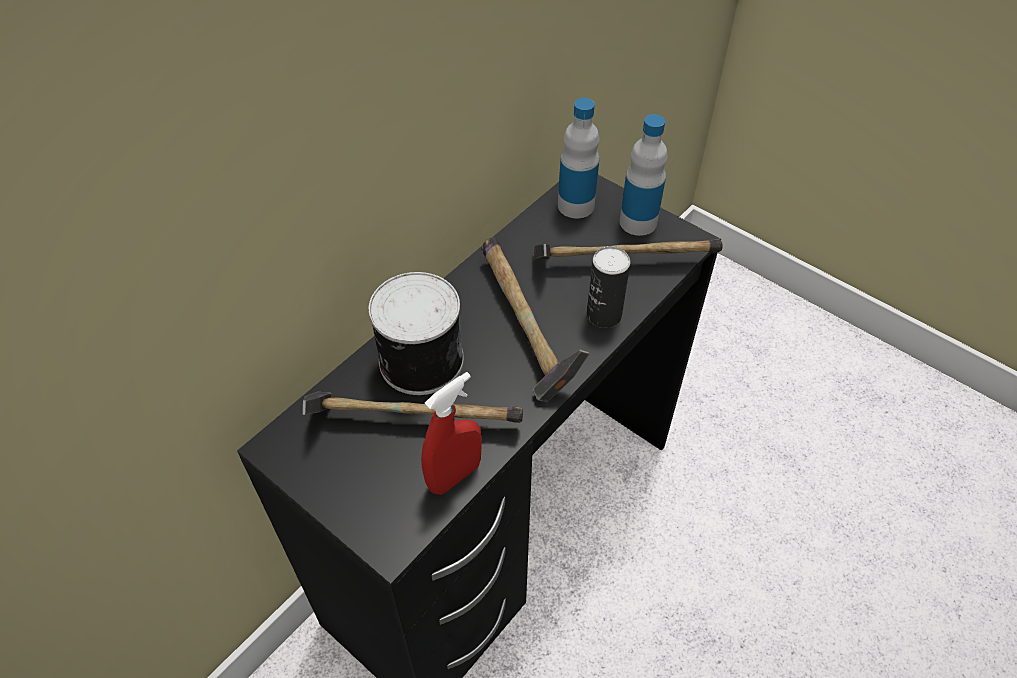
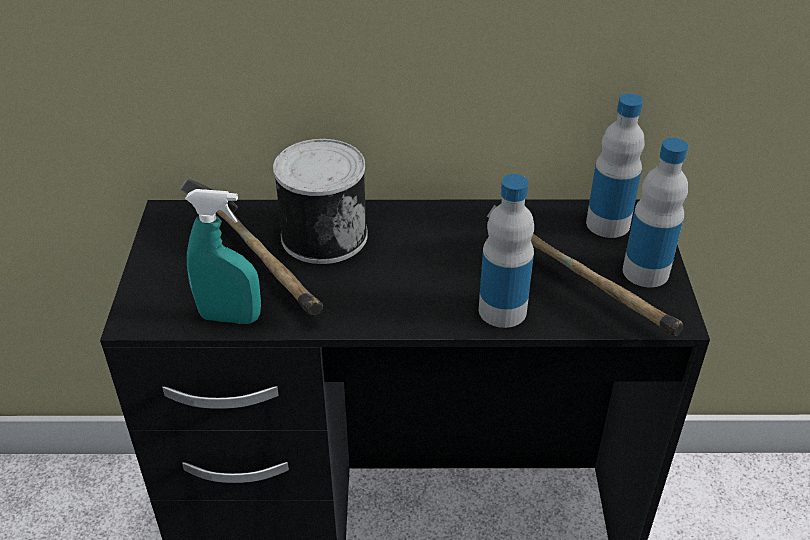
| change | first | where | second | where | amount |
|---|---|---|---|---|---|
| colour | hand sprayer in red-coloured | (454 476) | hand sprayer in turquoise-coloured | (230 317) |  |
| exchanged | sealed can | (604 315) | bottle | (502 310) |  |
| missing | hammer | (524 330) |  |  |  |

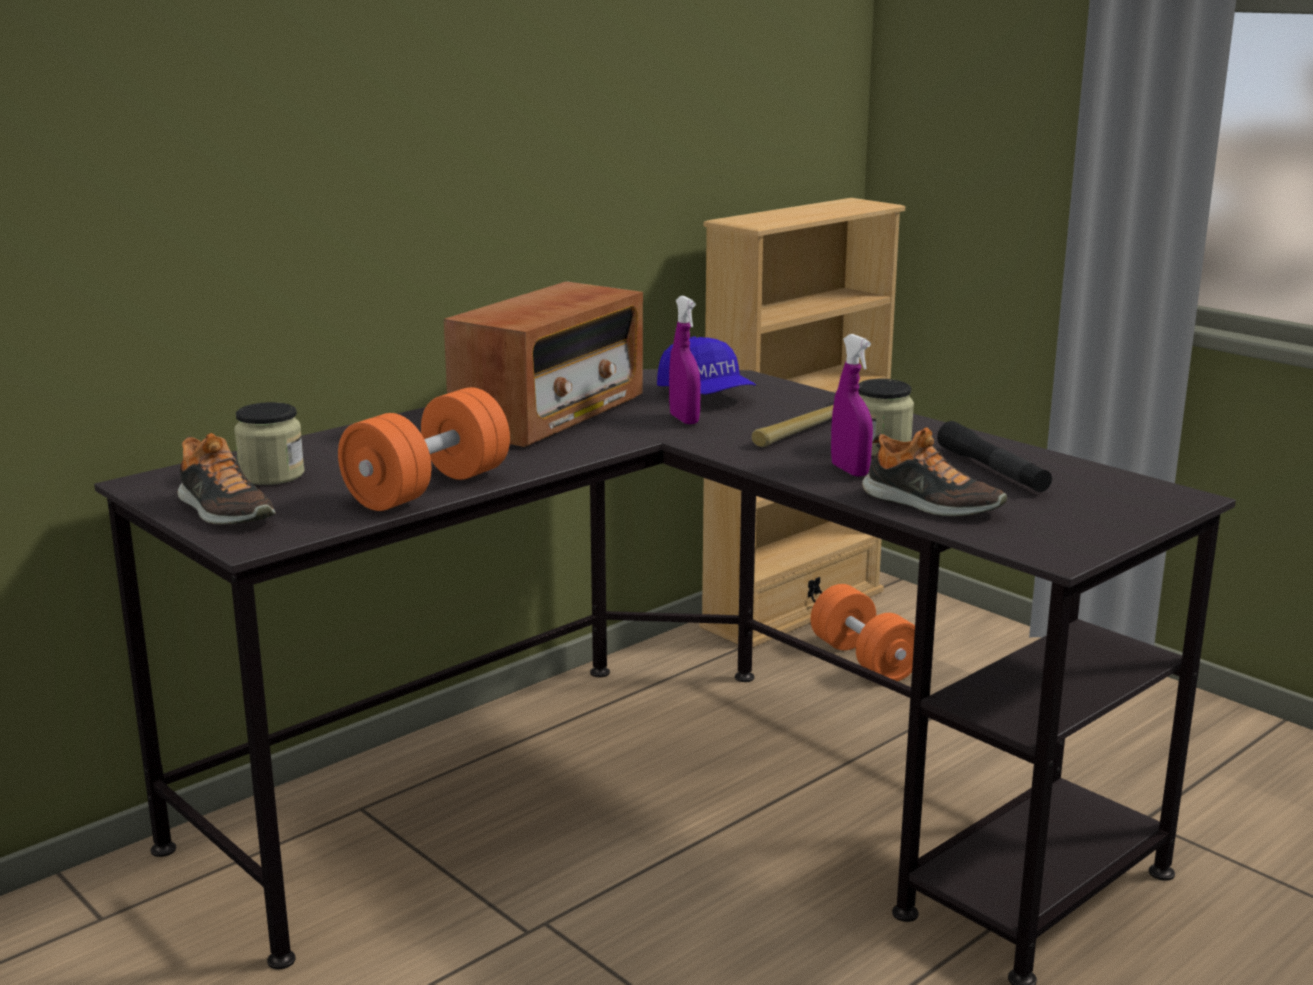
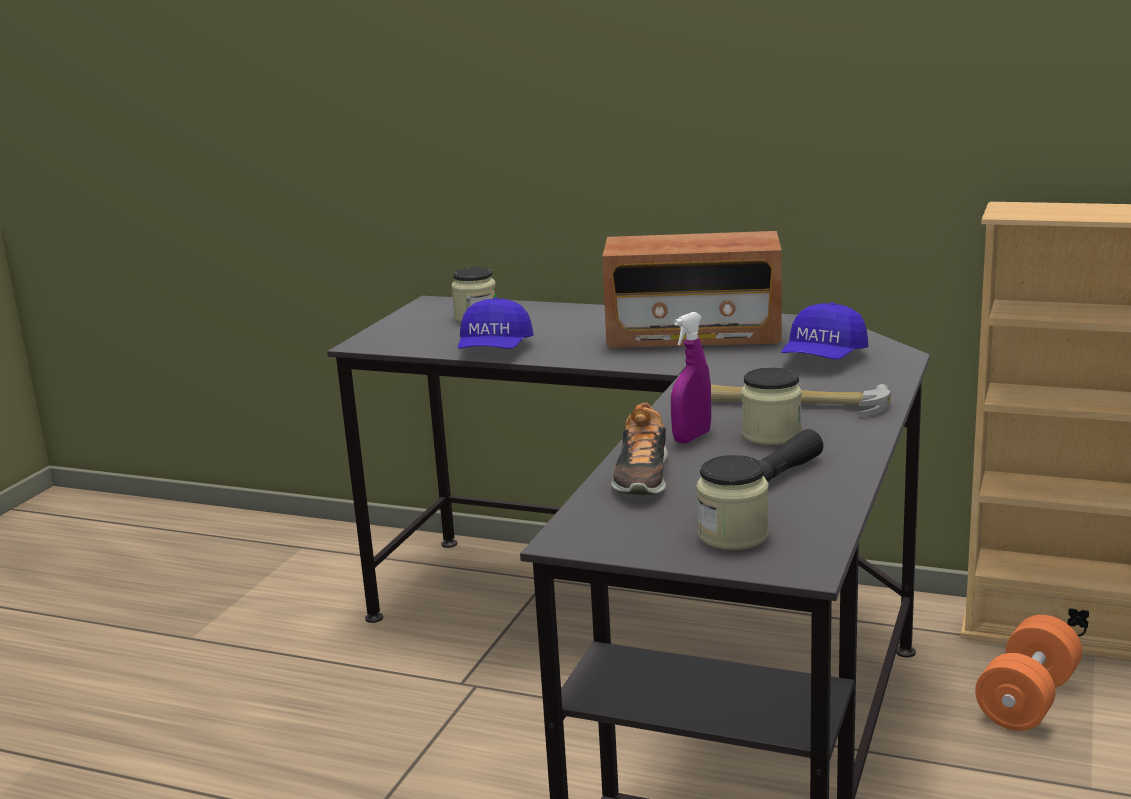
| change | first | where | second | where | amount |
|---|---|---|---|---|---|
| exchanged | hand weight in orangey | (428 488) | baseball cap in blue | (494 350) |  |
| appeared |  |  | storage jar | (733 535) |  |
| missing | item of footwear | (224 511) |  |  |  |
| missing | hand sprayer in purple-coloured | (684 419) |  |  |  |

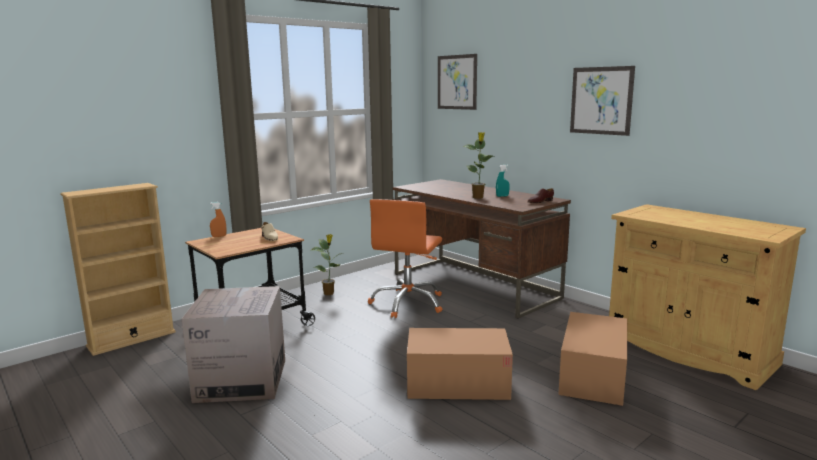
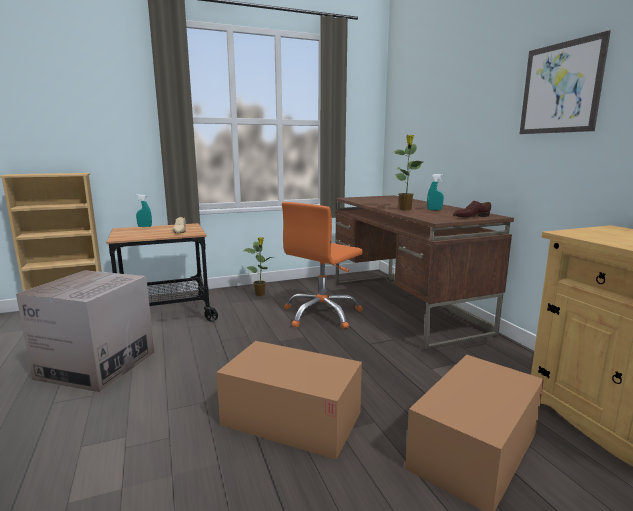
| change | first | where | second | where | amount |
|---|---|---|---|---|---|
| colour | hand sprayer in orangey | (219 236) | hand sprayer in turquoise-coloured | (145 226) |  |
| missing | picture | (457 82) |  |  |  |

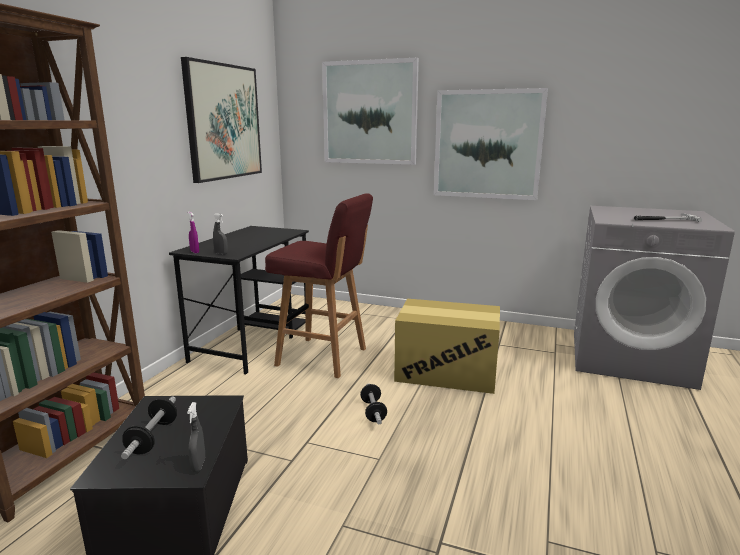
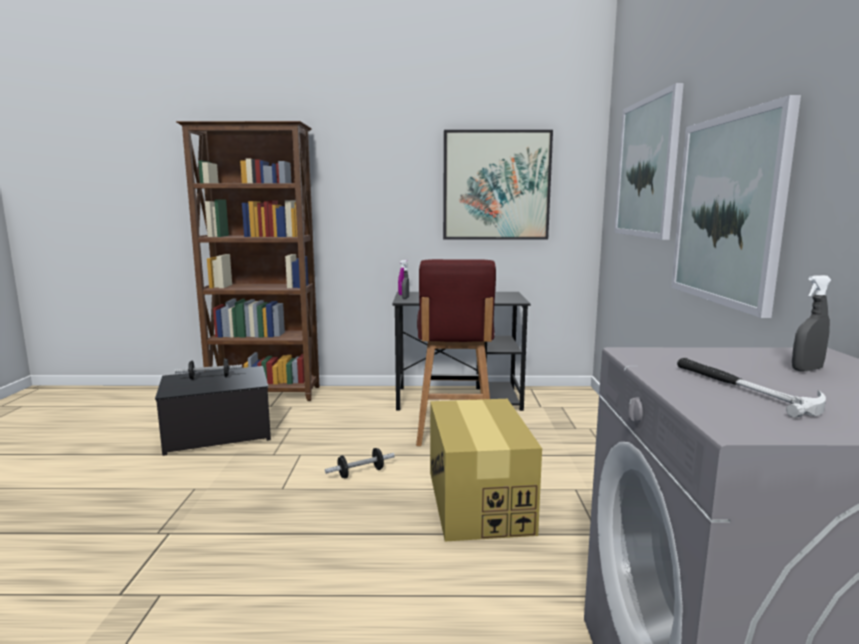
| change | first | where | second | where | amount |
|---|---|---|---|---|---|
| relocated | hand sprayer in gray | (198 465) |  | (806 369) |  |

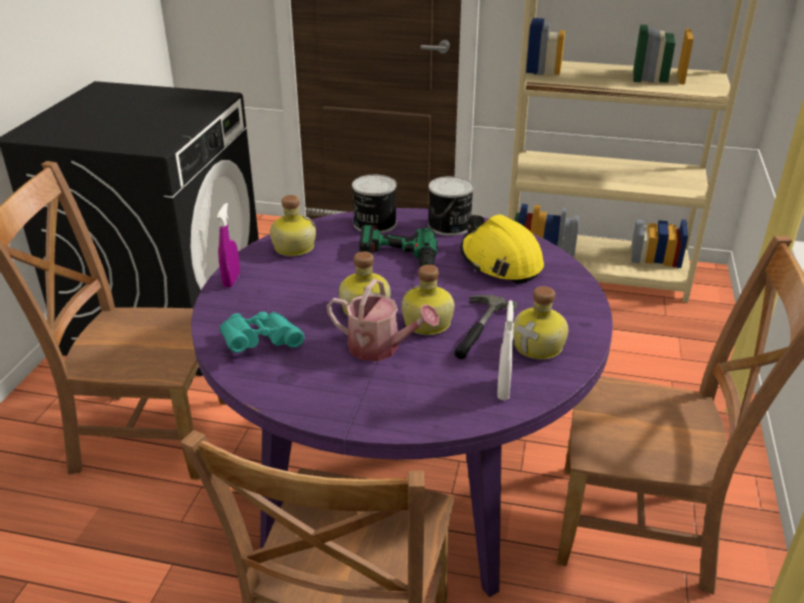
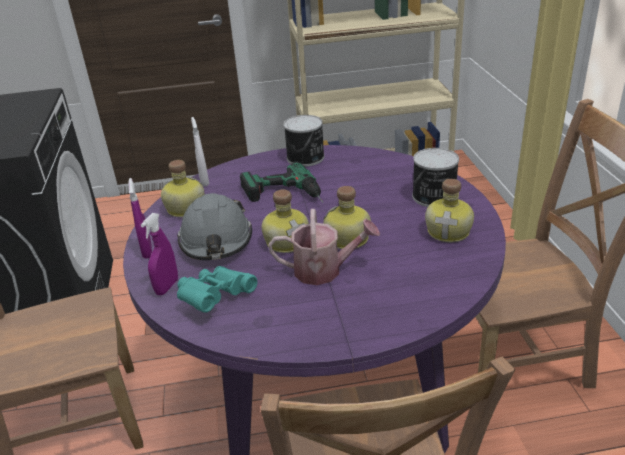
| change | first | where | second | where | amount |
|---|---|---|---|---|---|
| appeared |  |  | hand sprayer in purple-coloured | (167 287) |  |
| appeared |  |  | hard hat in gray | (216 240) |  |
| relocated | hand sprayer in white-coloured | (503 389) |  | (204 181) |  |
| relocated | sealed can | (374 224) |  | (433 197) |  |
| missing | hammer | (477 329) |  |  |  |
| missing | hard hat in yellow | (500 262) |  |  |  |

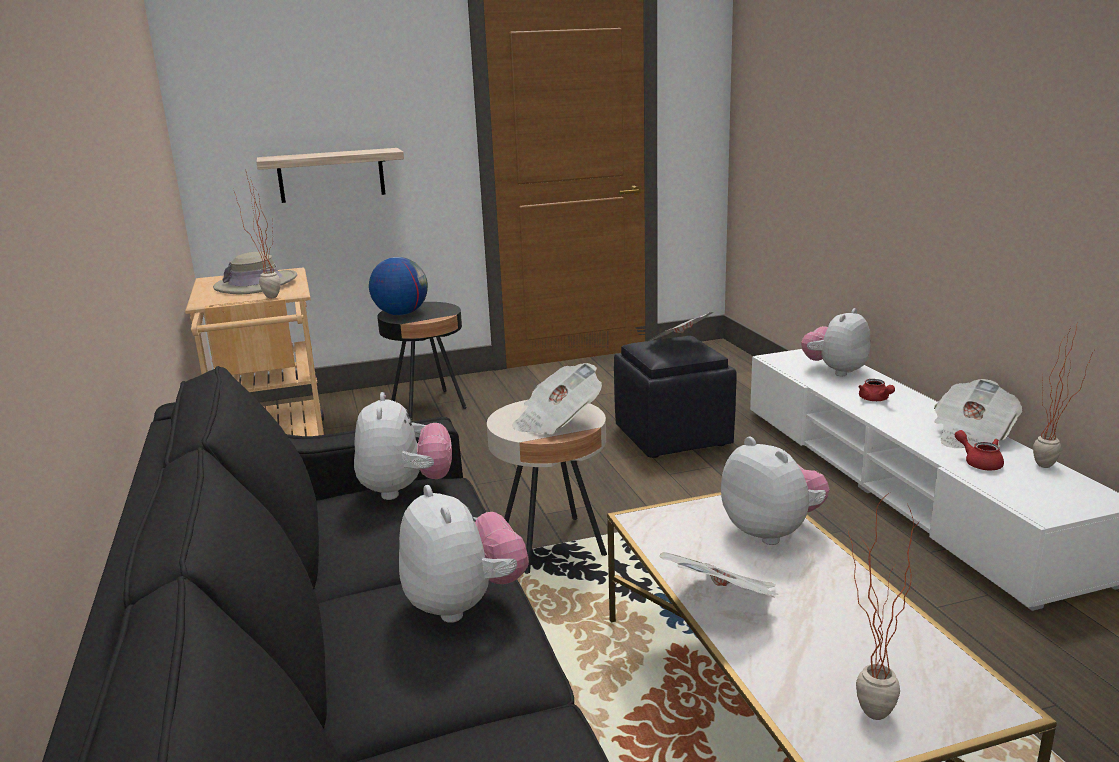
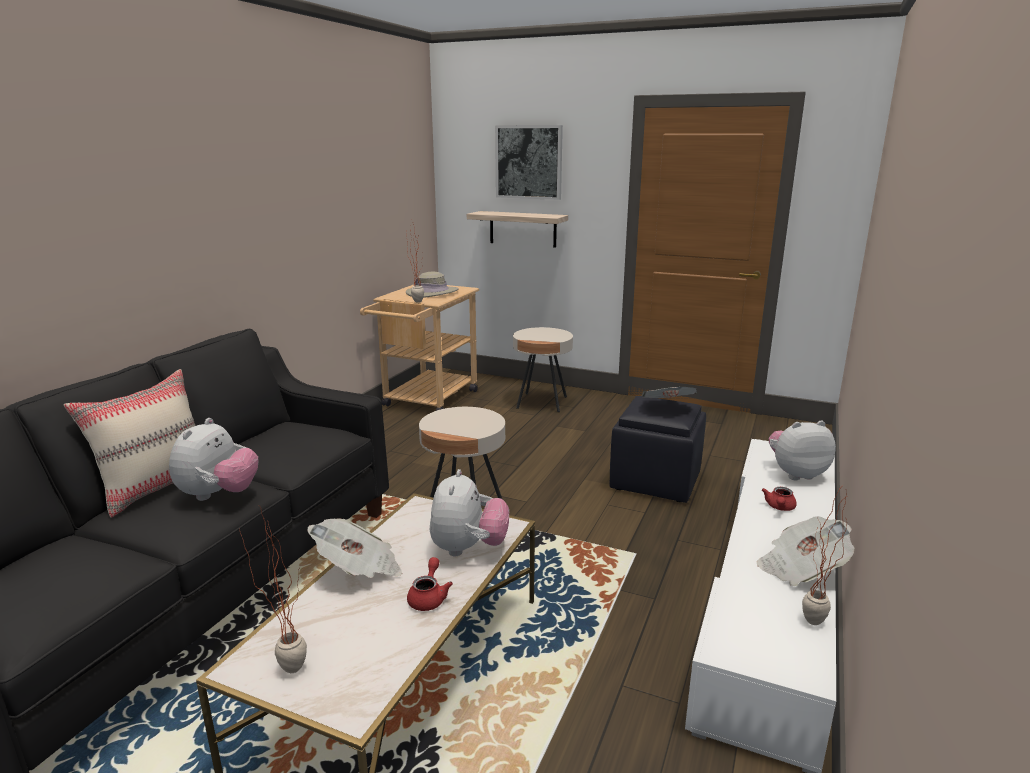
| change | first | where | second | where | amount |
|---|---|---|---|---|---|
| appeared |  |  | throw pillow in sand-coloured | (157 487) |  |
| relocated | tea pot in red-coloured | (979 463) |  | (429 597) |  |
| appeared |  |  | picture | (529 162) |  |
| colour | side table in black | (428 405) | side table in sand-coloured | (542 402) |  |
| missing | soft toy | (405 490) |  |  |  |
| missing | globe | (401 314) |  |  |  |
| missing | printed paper | (556 422) |  |  |  |

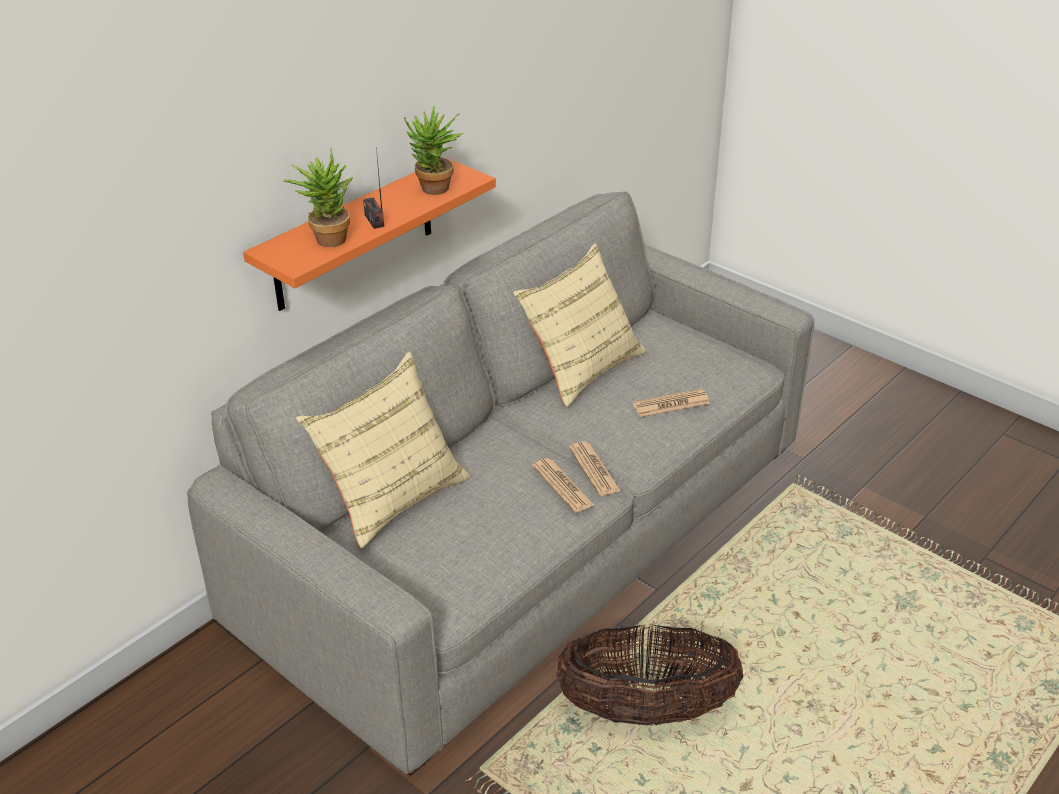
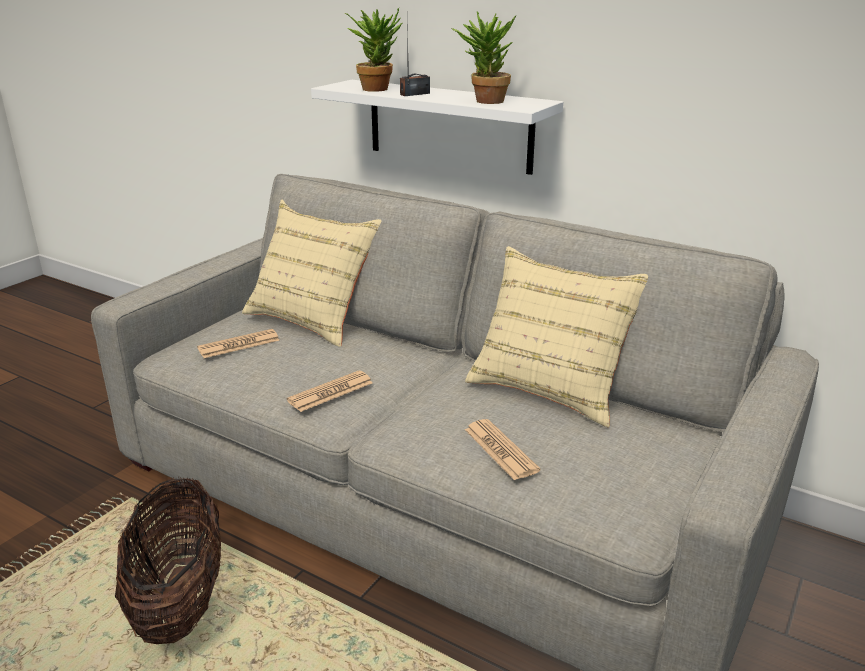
| change | first | where | second | where | amount |
|---|---|---|---|---|---|
| relocated | printed paper | (594 469) |  | (239 344) |  |
| colour | shelf in orangey | (354 236) | shelf in white-coloured | (449 126) |  |

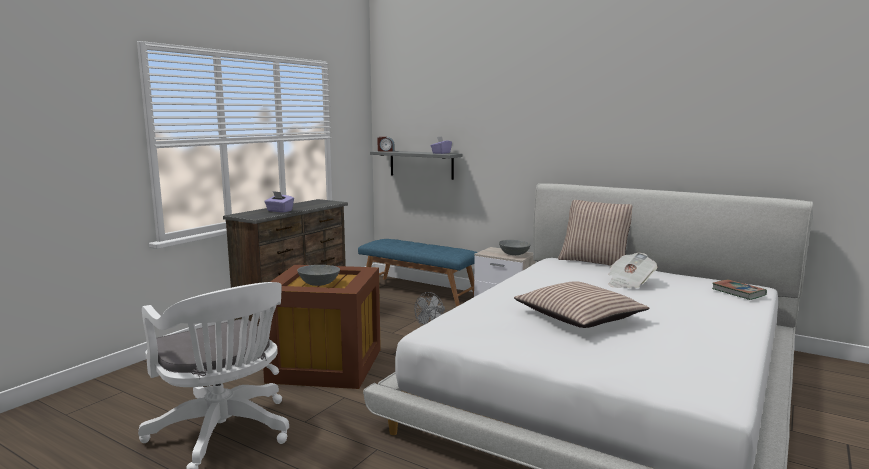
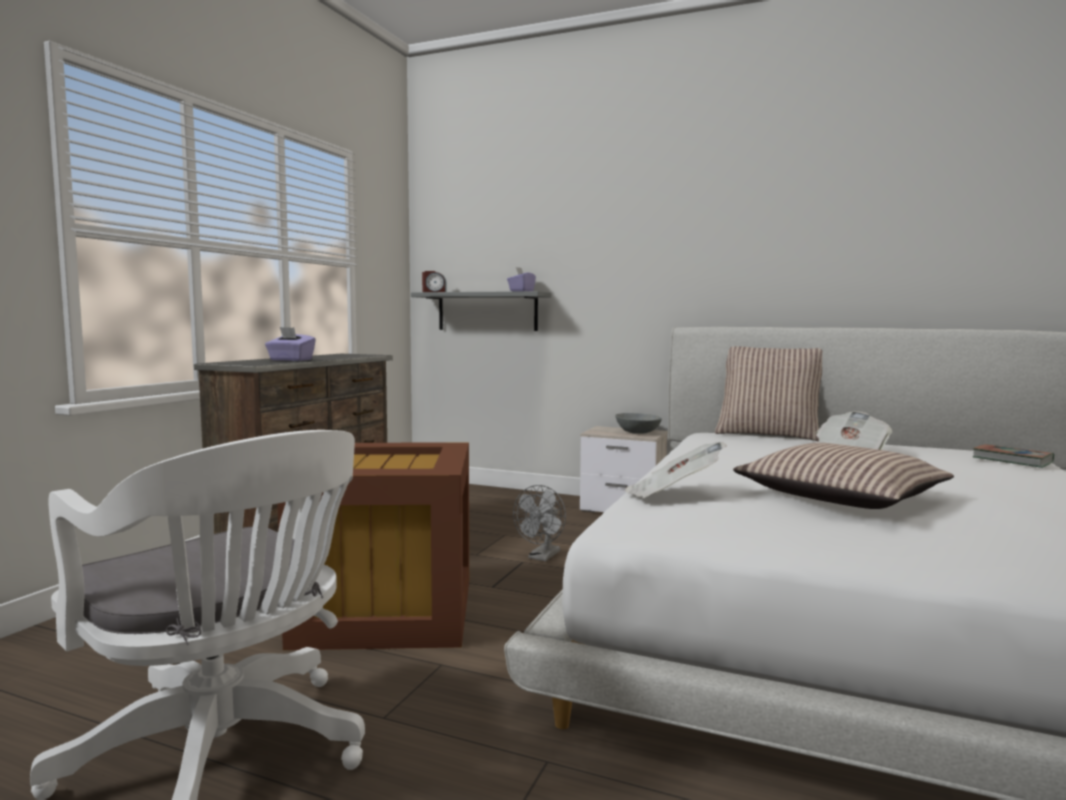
| change | first | where | second | where | amount |
|---|---|---|---|---|---|
| appeared |  |  | printed paper | (672 495) |  |
| missing | serving bowl in gray | (319 284) |  |  |  |
| missing | bench in blue | (419 291) |  |  |  |

